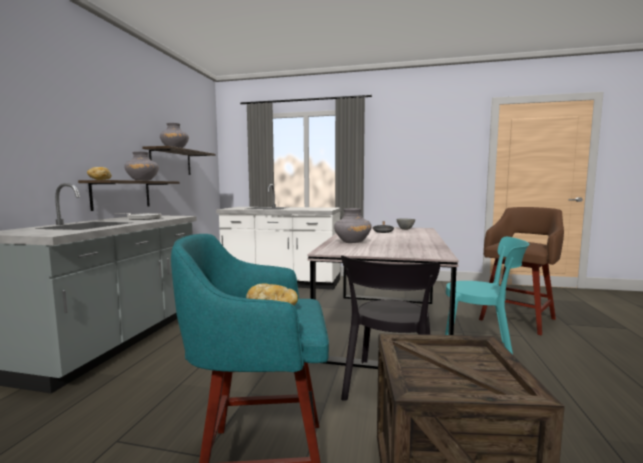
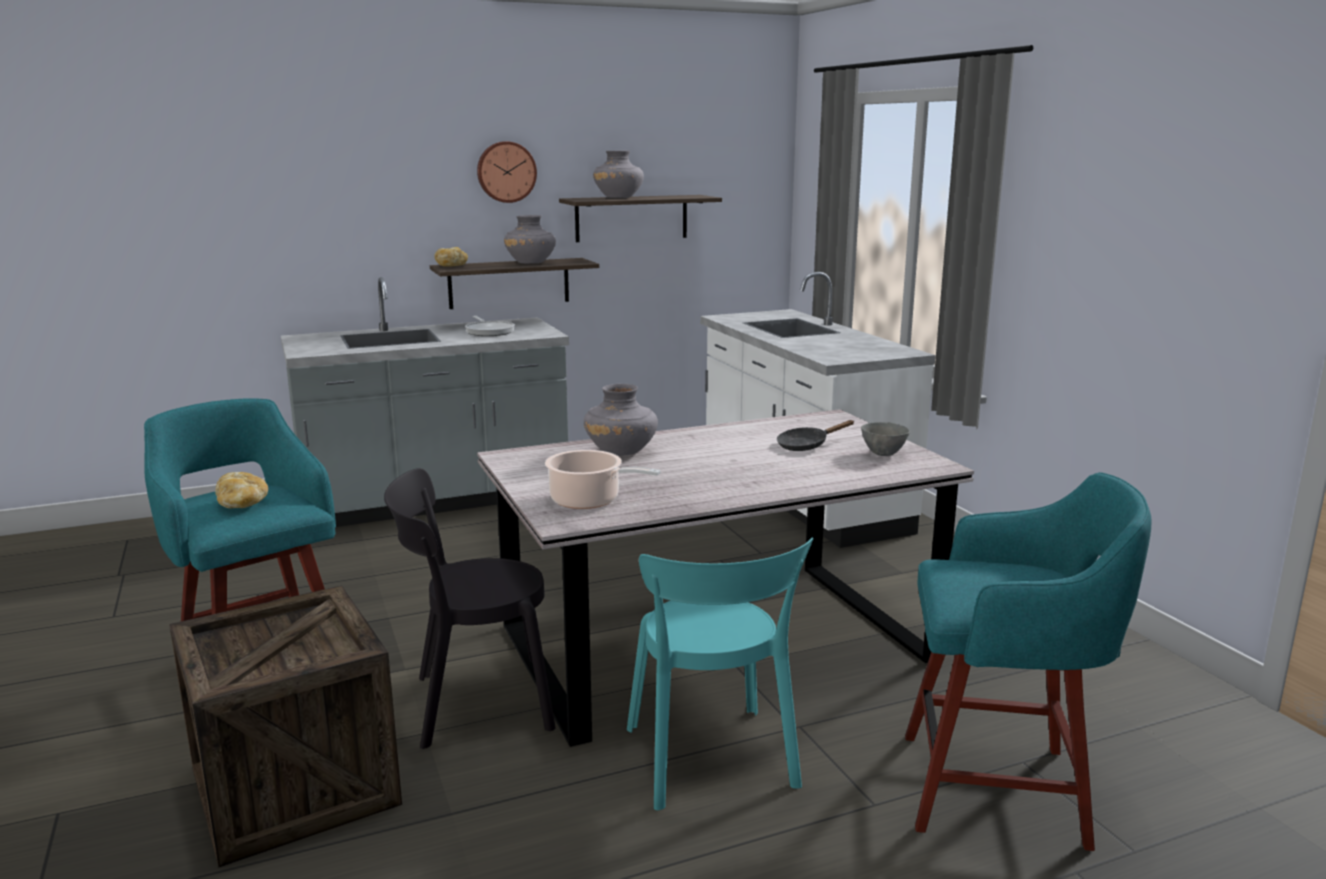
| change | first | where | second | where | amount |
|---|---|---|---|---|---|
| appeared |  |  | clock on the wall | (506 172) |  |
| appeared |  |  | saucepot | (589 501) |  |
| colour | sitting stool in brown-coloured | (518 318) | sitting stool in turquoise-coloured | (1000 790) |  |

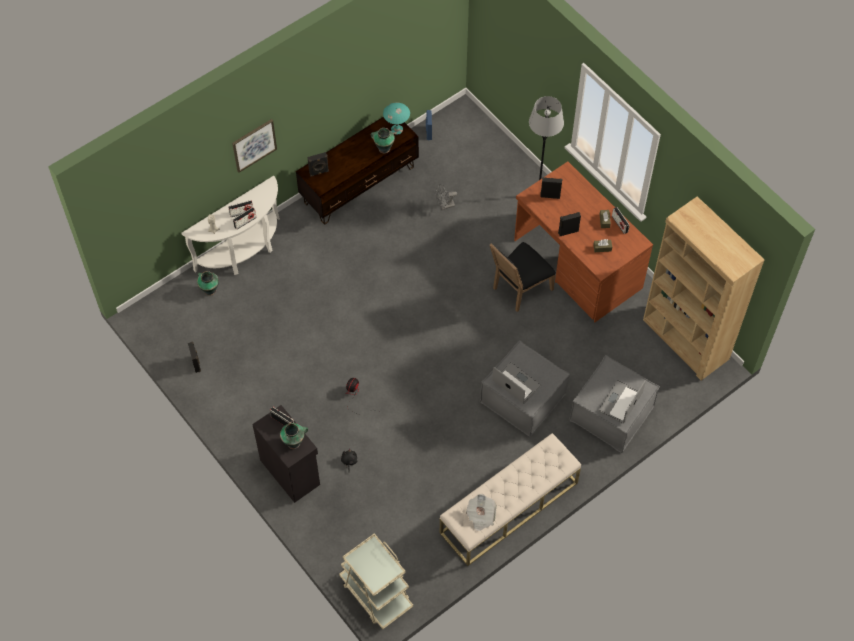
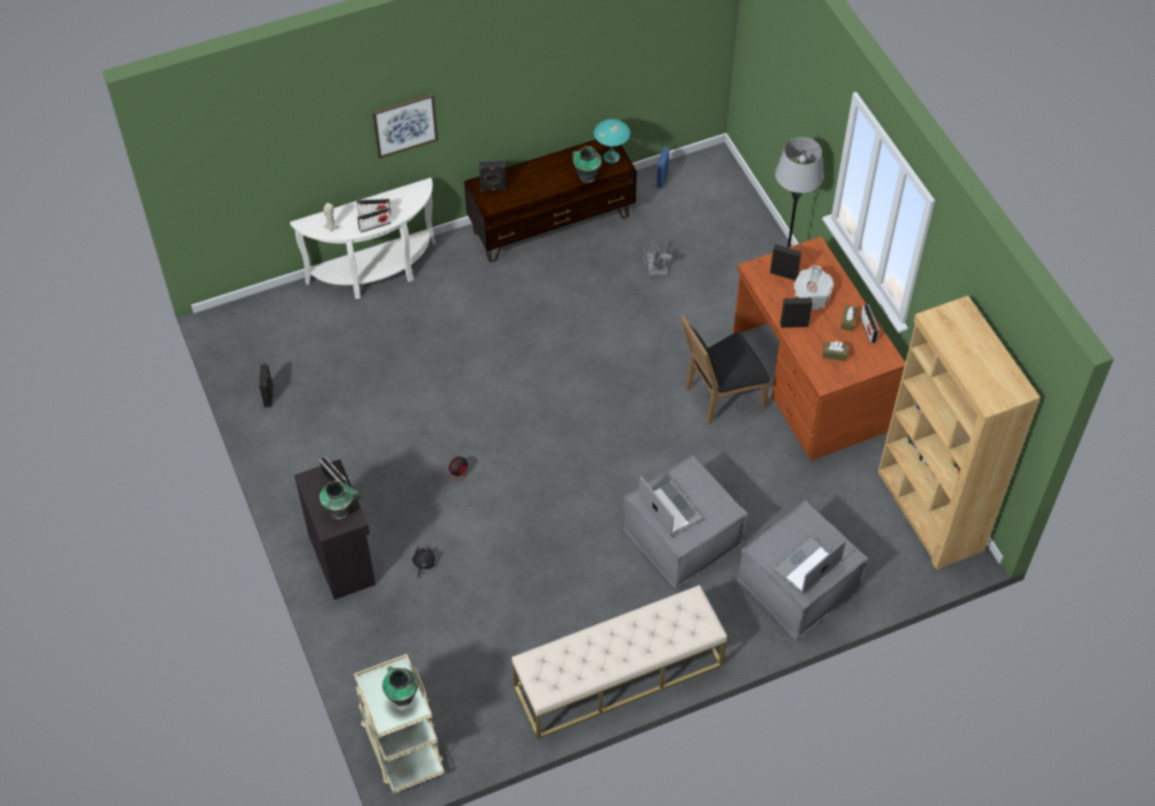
| change | first | where | second | where | amount |
|---|---|---|---|---|---|
| relocated | decorative vase | (209 290) |  | (402 696) |  |
| relocated | printed paper | (481 516) |  | (811 296) |  |

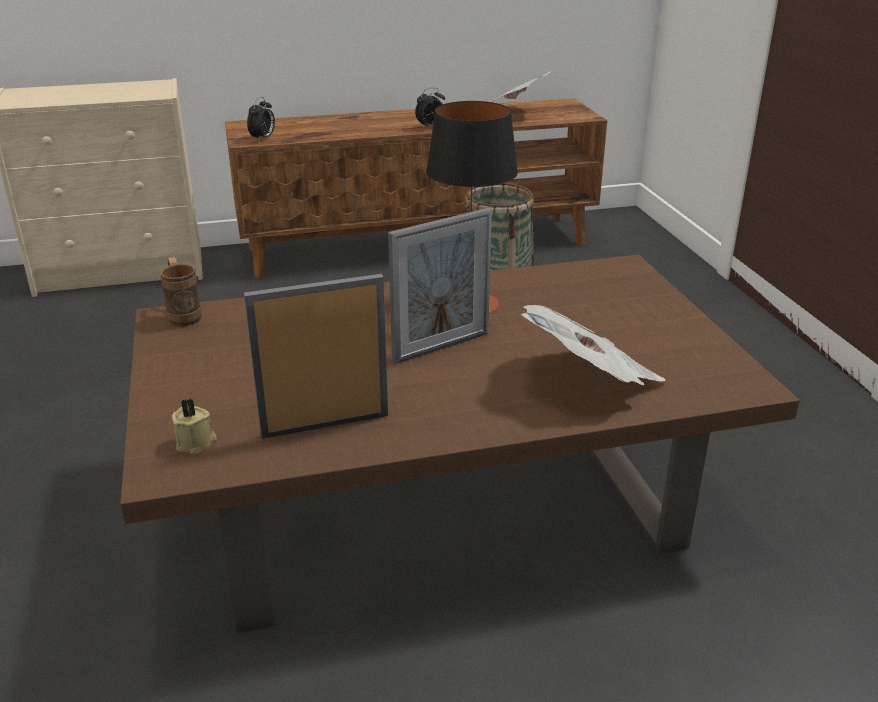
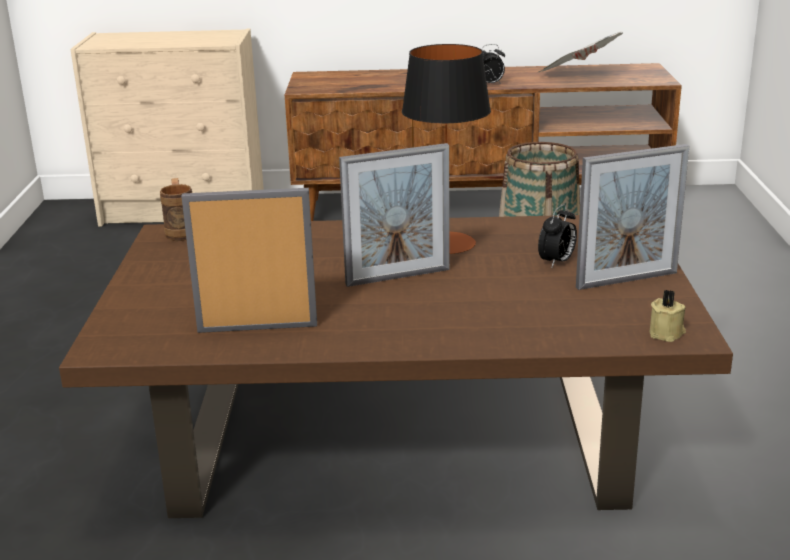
| change | first | where | second | where | amount |
|---|---|---|---|---|---|
| relocated | table clock | (263 138) |  | (557 262) |  |
| appeared |  |  | photo frame | (626 280) |  |
| relocated | candle in sand-coloured | (196 442) |  | (667 333) |  |
| missing | printed paper | (590 379) |  |  |  |

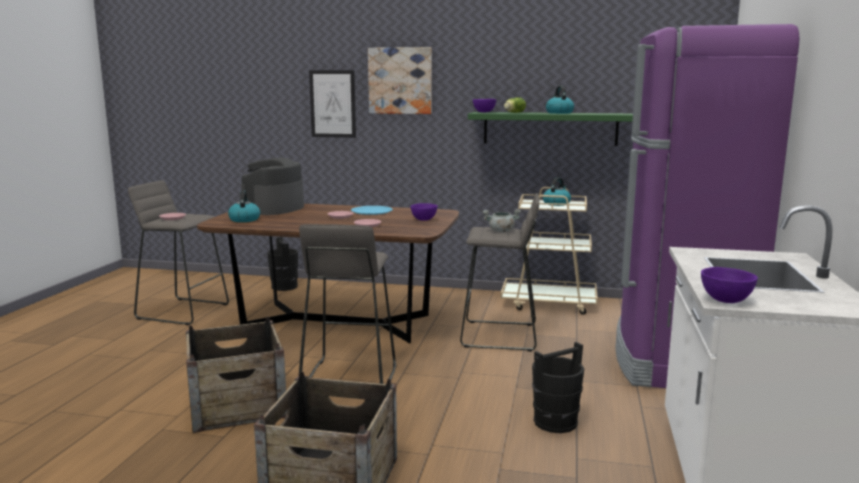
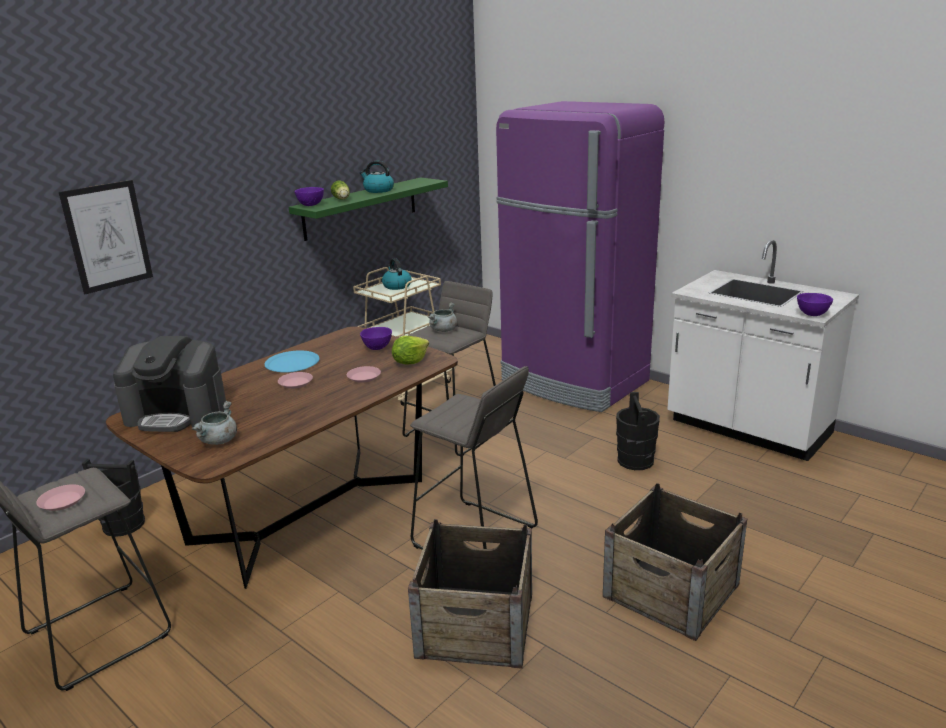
| change | first | where | second | where | amount |
|---|---|---|---|---|---|
| spun | coffee maker | (274 209) |  | (177 414) | 45 degrees counterclockwise |
| exchanged | water kettle | (244 219) | saucepot in gray | (219 441) |  |
| appeared |  |  | lettuce | (410 362) |  |
| missing | picture | (400 80) |  |  |  |

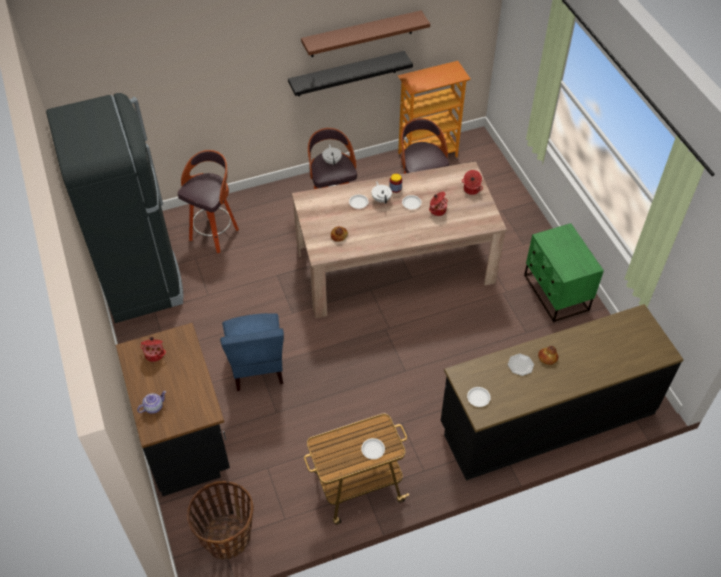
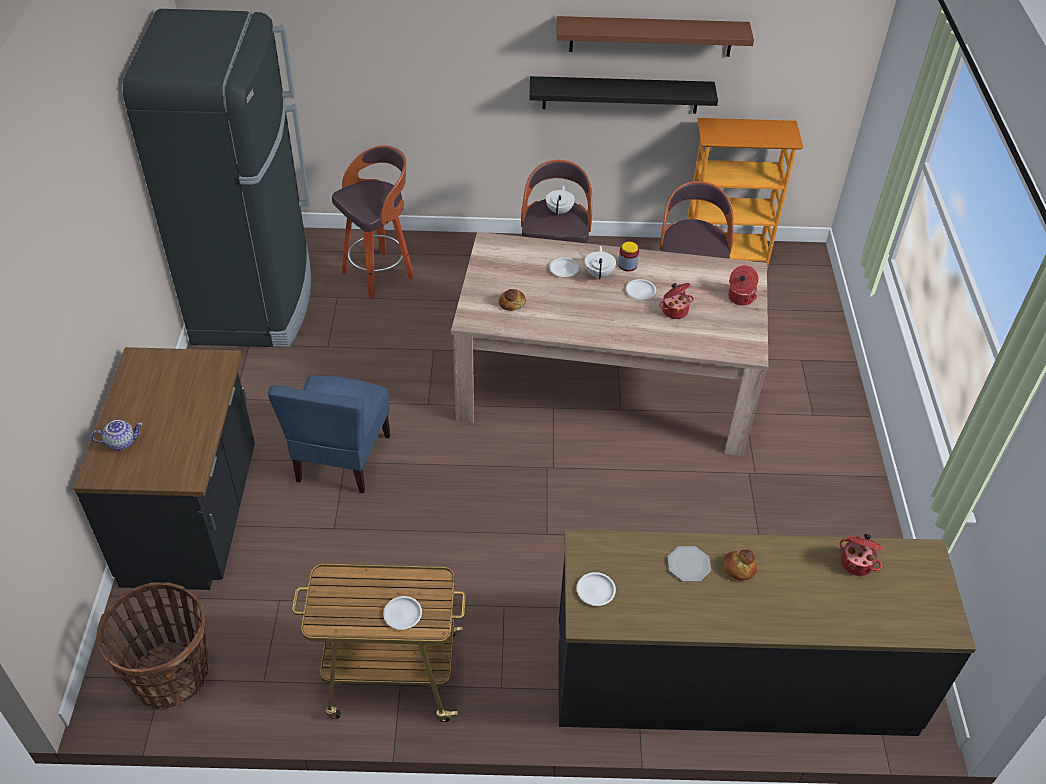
| change | first | where | second | where | amount |
|---|---|---|---|---|---|
| relocated | saucepot | (155 354) |  | (857 562) |  |
| missing | nightstand in green | (555 293) |  |  |  |

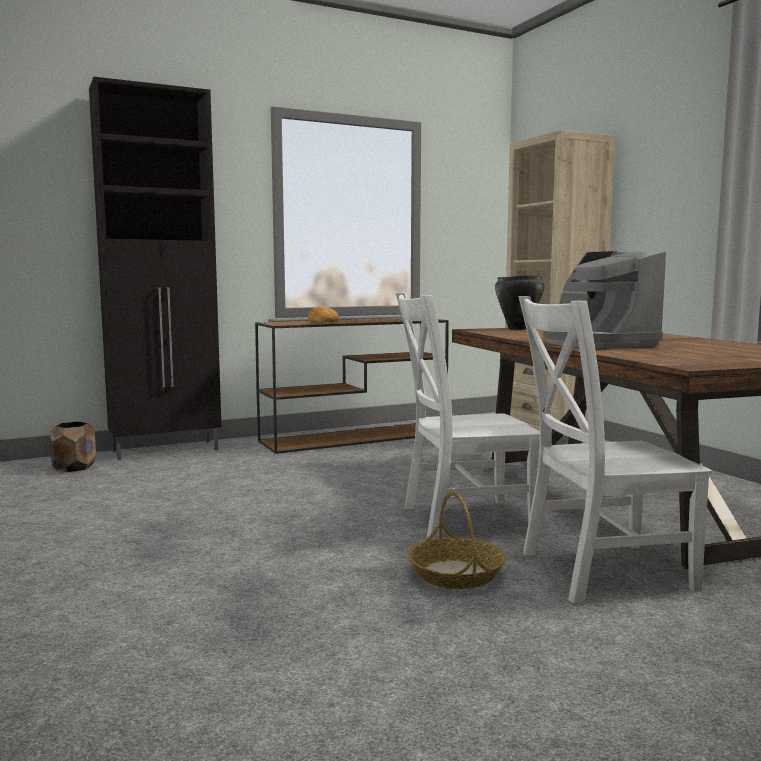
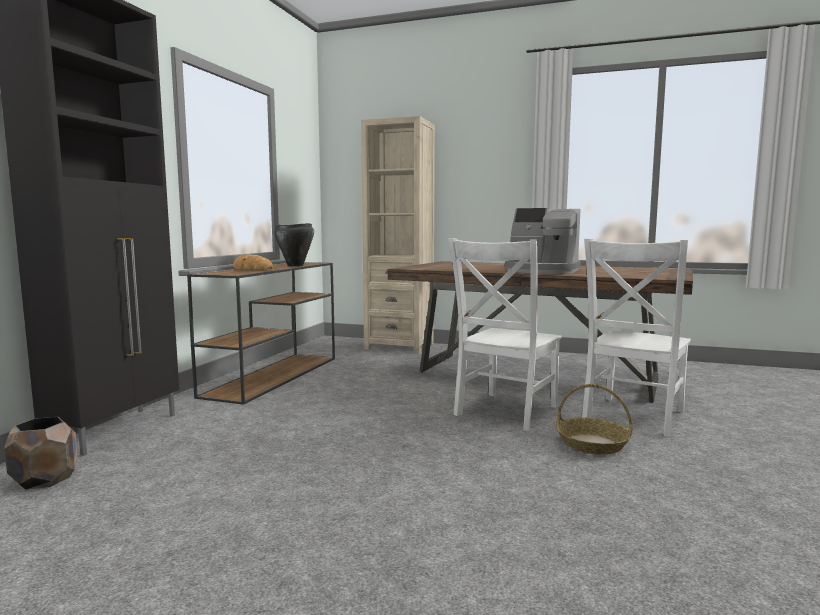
| change | first | where | second | where | amount |
|---|---|---|---|---|---|
| relocated | saucepot in black | (518 329) |  | (295 265) |  |

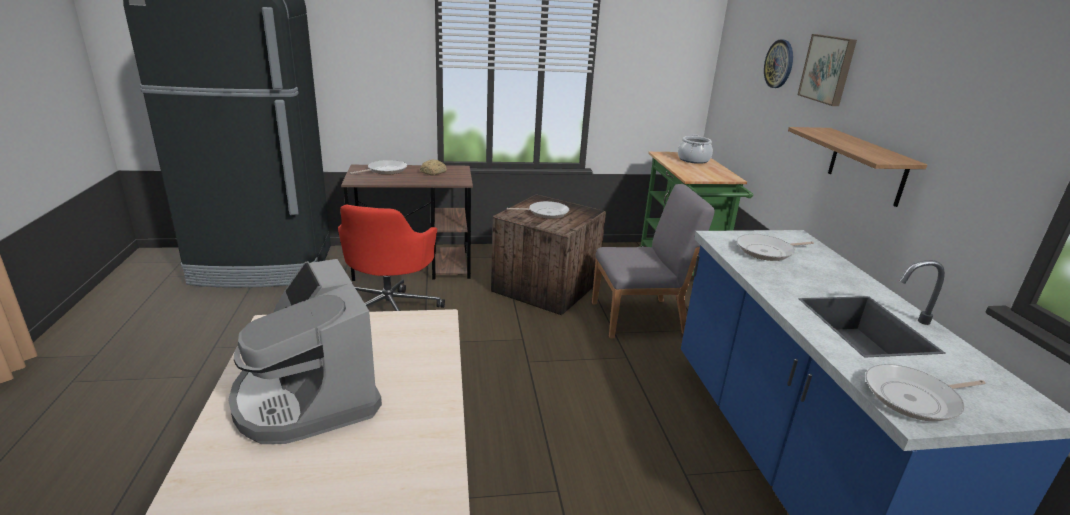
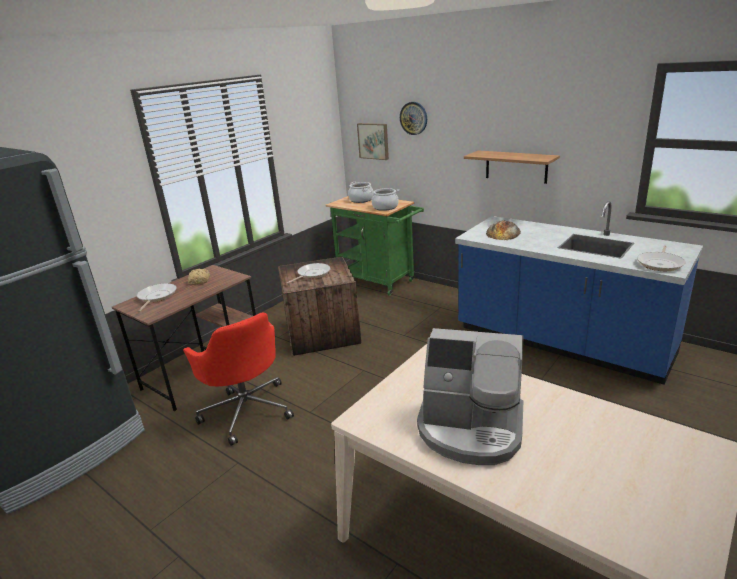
| change | first | where | second | where | amount |
|---|---|---|---|---|---|
| relocated | picture | (828 69) |  | (374 141) |  |
| appeared |  |  | saucepot | (385 207) |  |
| exchanged | pan | (767 251) | bakery bread | (503 233) |  |
| missing | chair in gray | (639 318) |  |  |  |

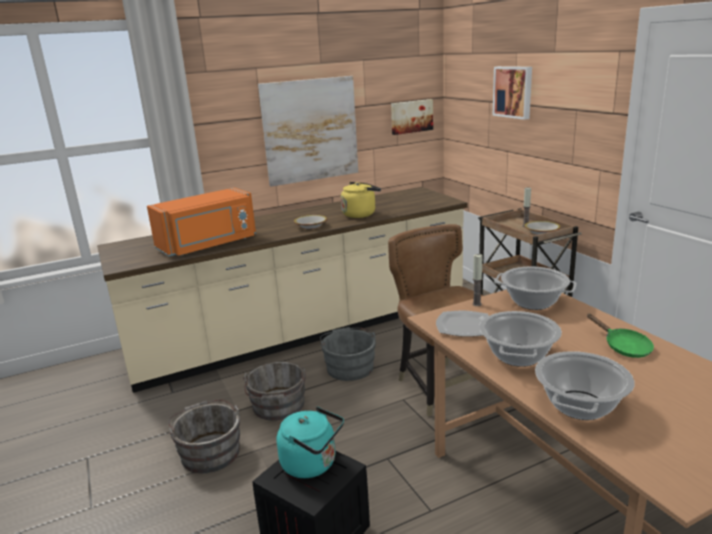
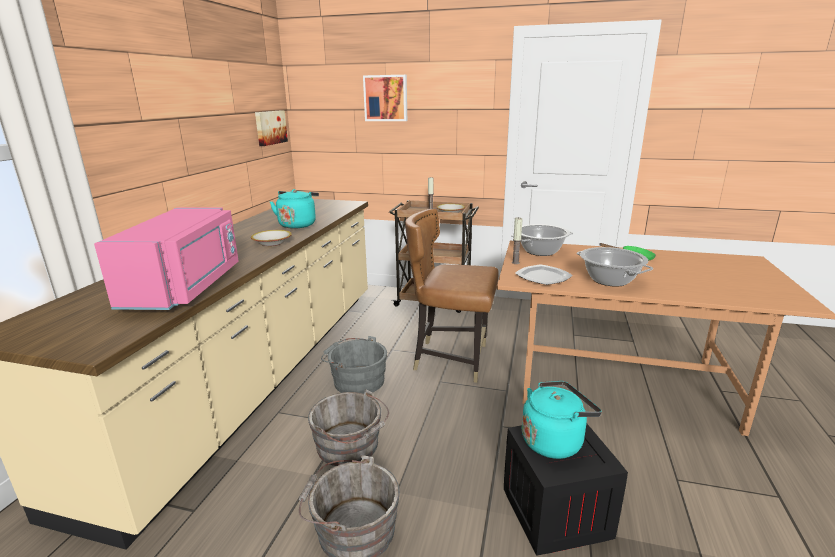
| change | first | where | second | where | amount |
|---|---|---|---|---|---|
| colour | microwave in orangey | (209 245) | microwave in pinkish | (186 287) |  |
| colour | water kettle in yellow | (360 214) | water kettle in turquoise-coloured | (298 224) |  |
| missing | picture | (310 130) |  |  |  |
| missing | saucepot | (579 405) |  |  |  |

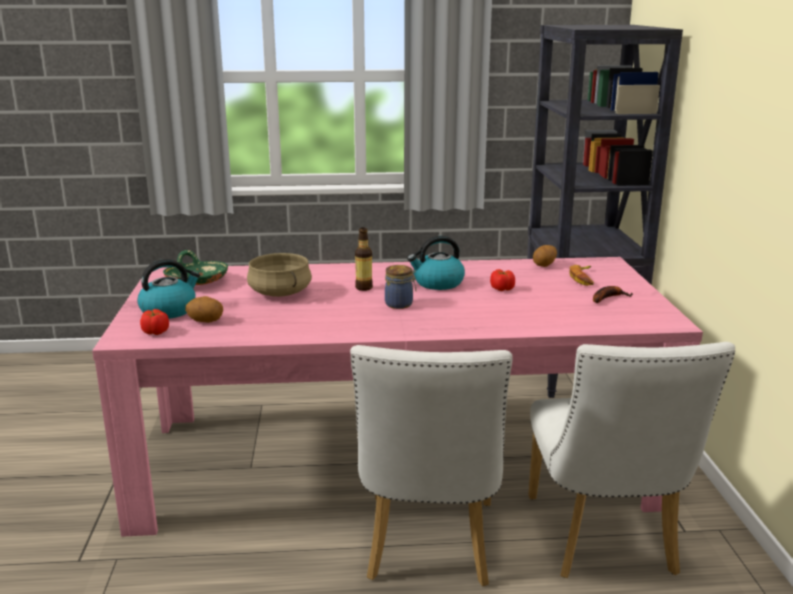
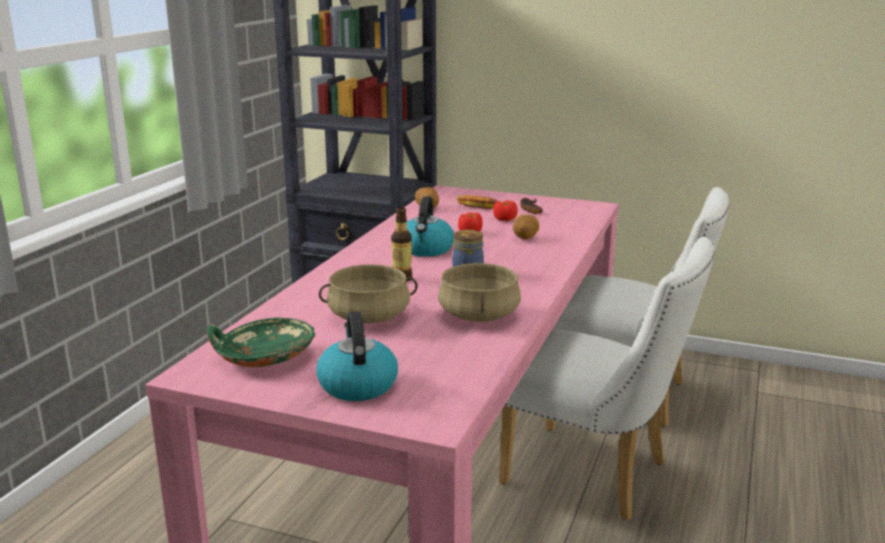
| change | first | where | second | where | amount |
|---|---|---|---|---|---|
| appeared |  |  | saucepot in sand-coloured | (478 315) |  |
| relocated | tomato | (156 332) |  | (505 219) |  |
| relocated | whole potato | (205 321) |  | (525 238) |  |

